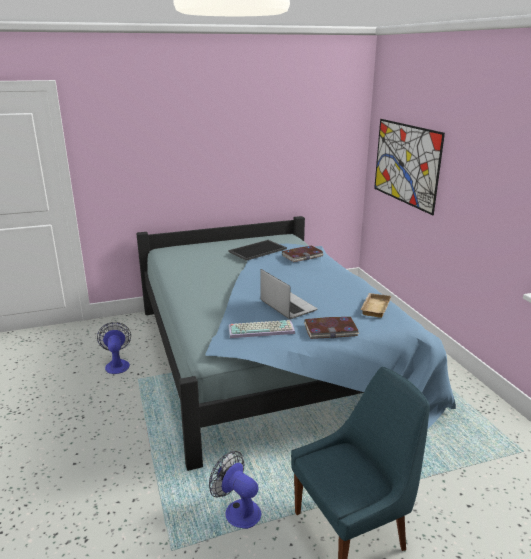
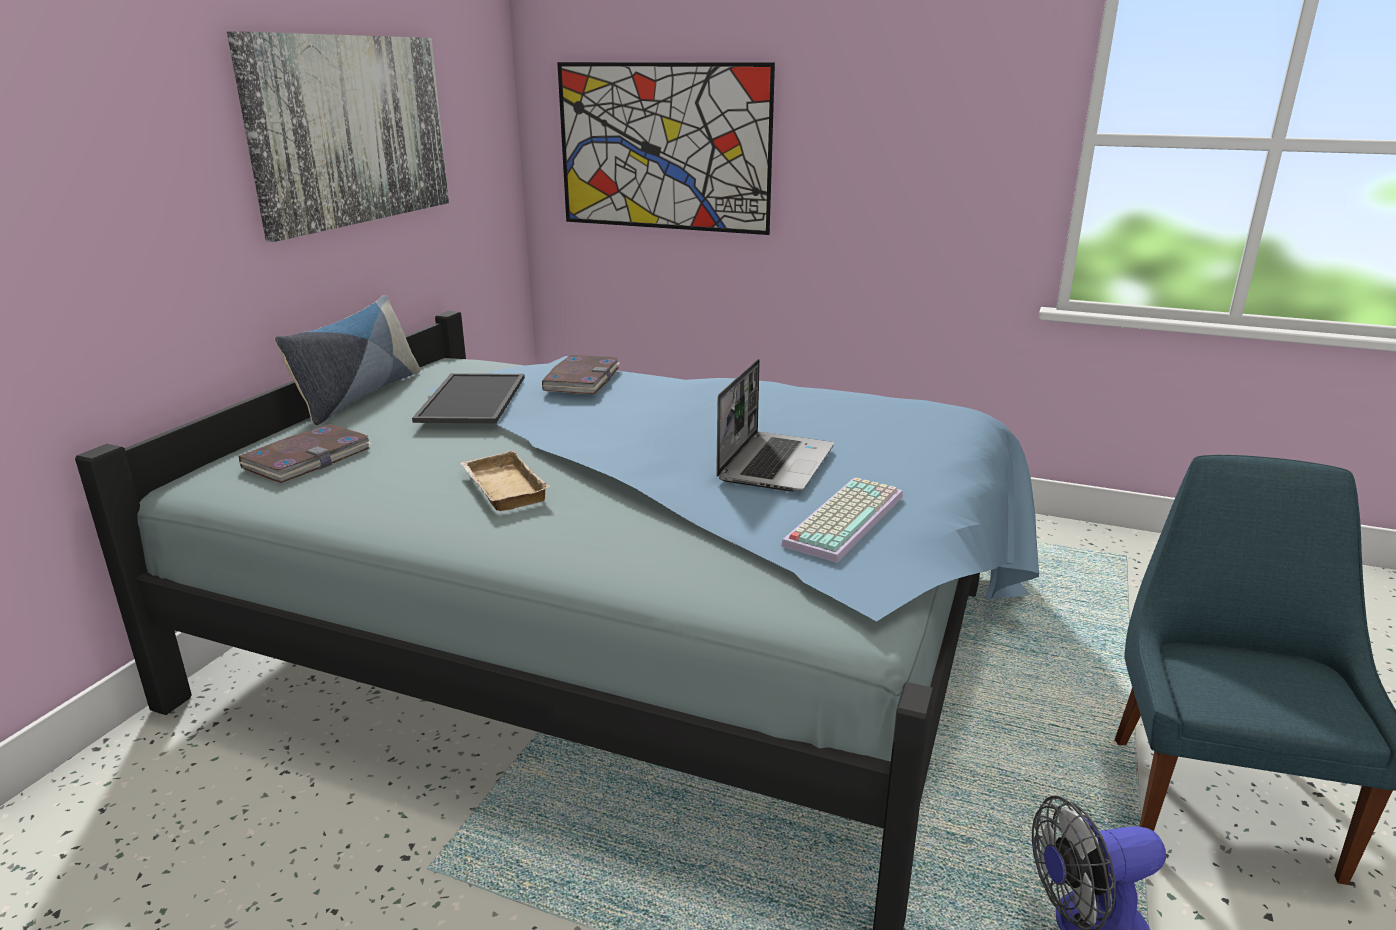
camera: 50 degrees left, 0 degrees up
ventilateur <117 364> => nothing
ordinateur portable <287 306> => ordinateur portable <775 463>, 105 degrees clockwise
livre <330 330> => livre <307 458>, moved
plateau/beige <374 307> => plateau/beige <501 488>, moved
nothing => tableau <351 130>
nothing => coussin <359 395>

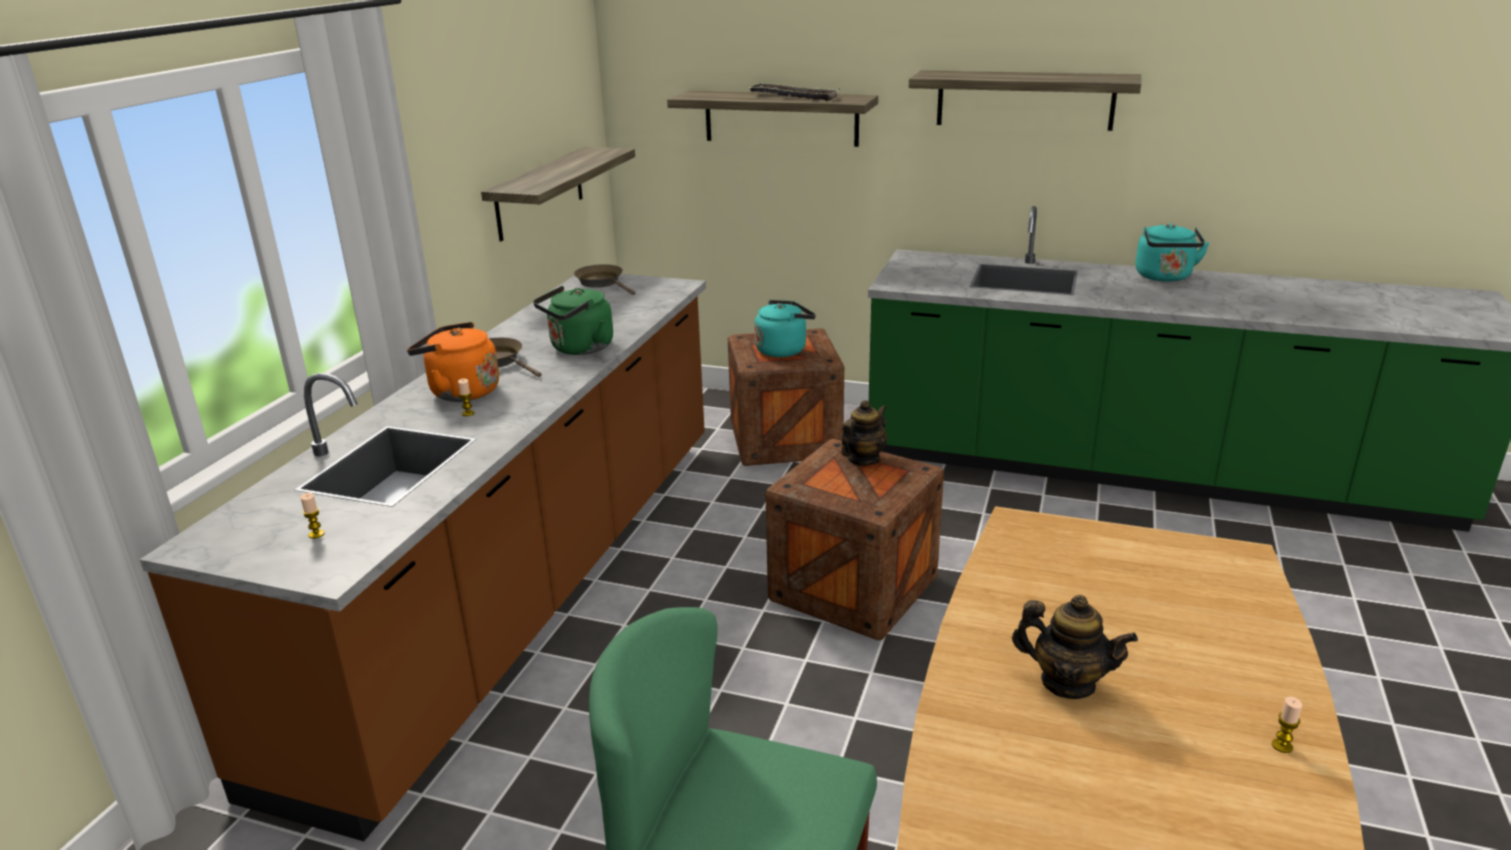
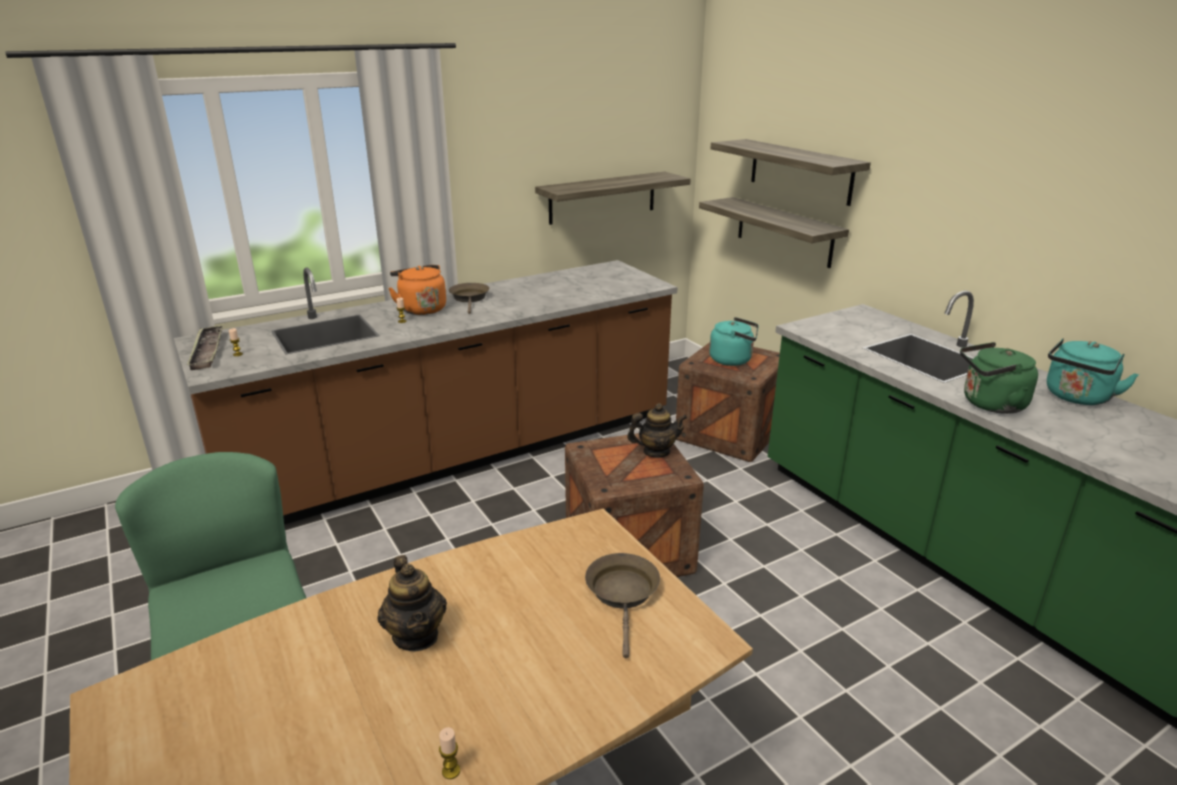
camera: 40 degrees right, 0 degrees up
bouilloire/vert <579 349> => bouilloire/vert <990 404>, moved
poêle/marron <602 283> => poêle/marron <623 594>, moved
plateau <793 96> => plateau <207 351>, moved
étagère <1024 100> => étagère <784 231>, moved

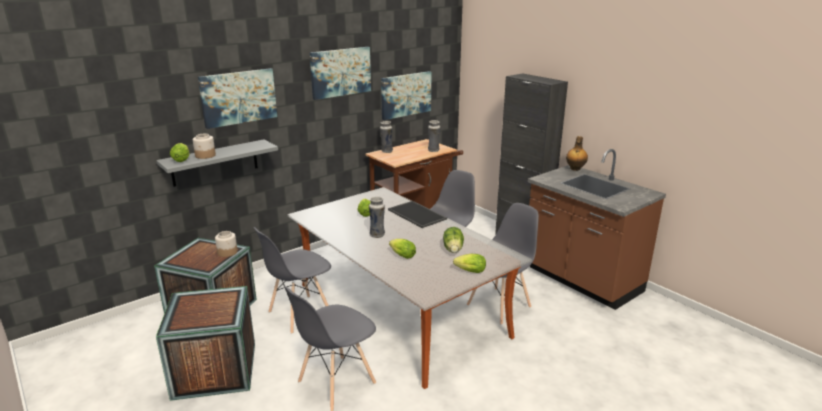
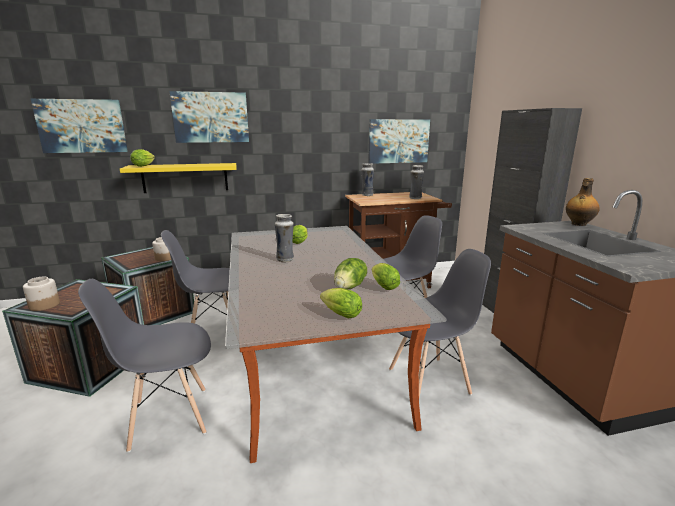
camera: 25 degrees right, 5 degrees down
étagère/gris <215 163> => étagère/jaune <185 177>
bocal <205 155> => bocal <44 305>, moved
tableau <340 72> => tableau <82 126>, moved
plateau <418 214> => nothing
laitue <401 255> => laitue <382 286>, moved

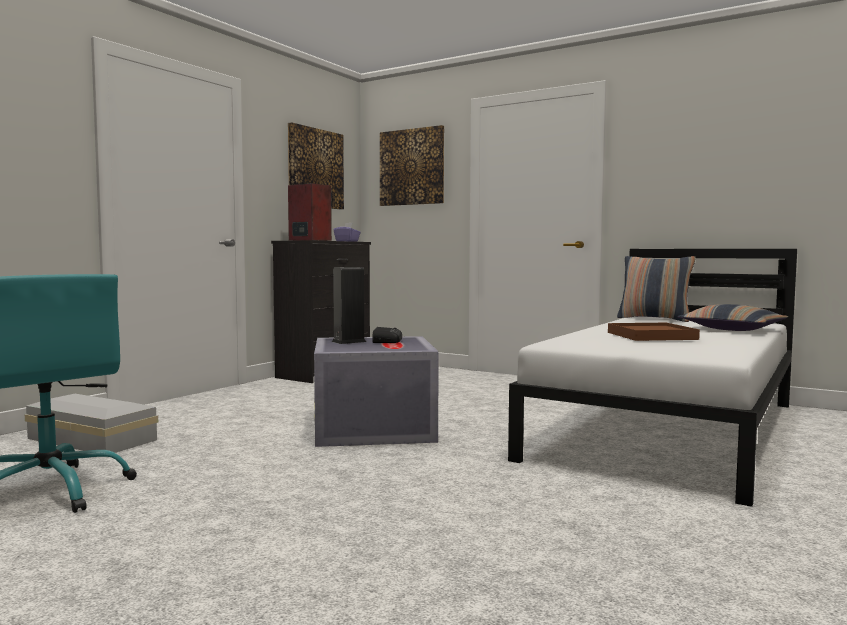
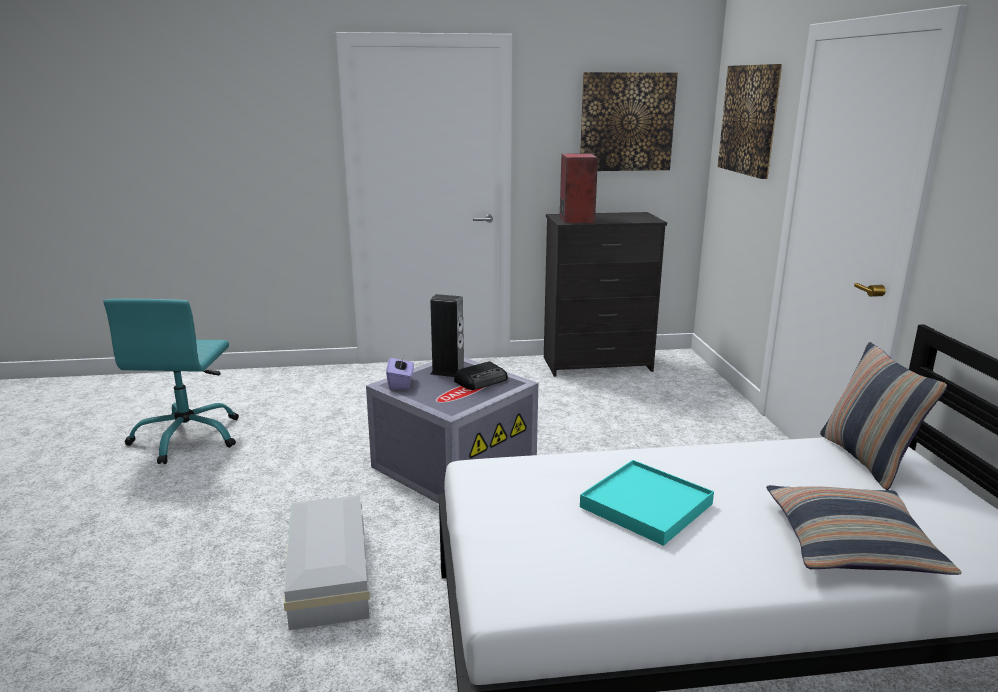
camera: 50 degrees right, 15 degrees up
boîte de rangement/blanc <92 438> => boîte de rangement/blanc <331 572>, moved
boîte à mouchoirs/violet <347 241> => boîte à mouchoirs/violet <401 383>, moved
plateau/marron <651 336> => plateau/turquoise <646 505>

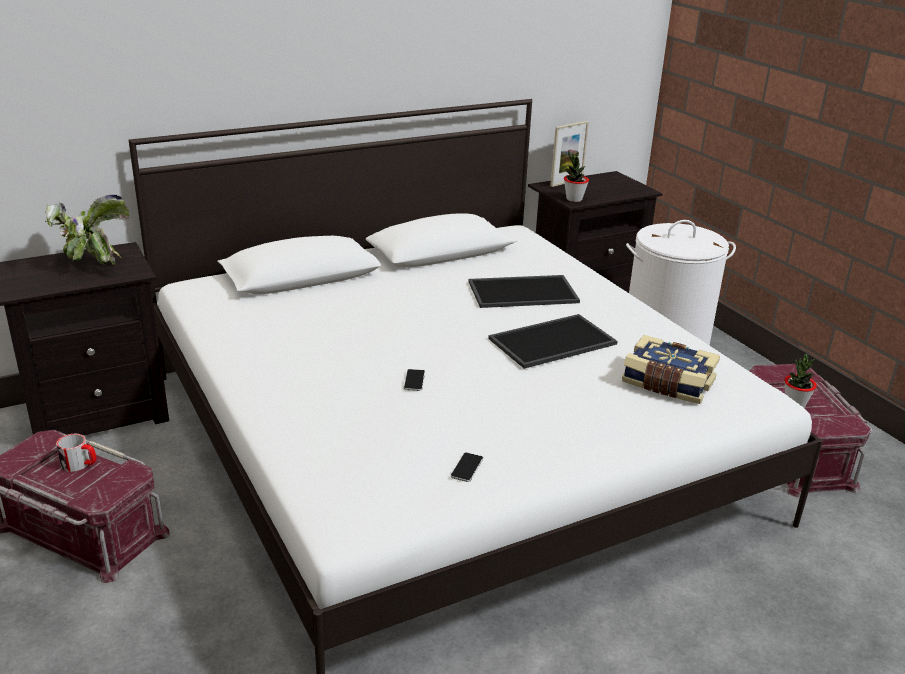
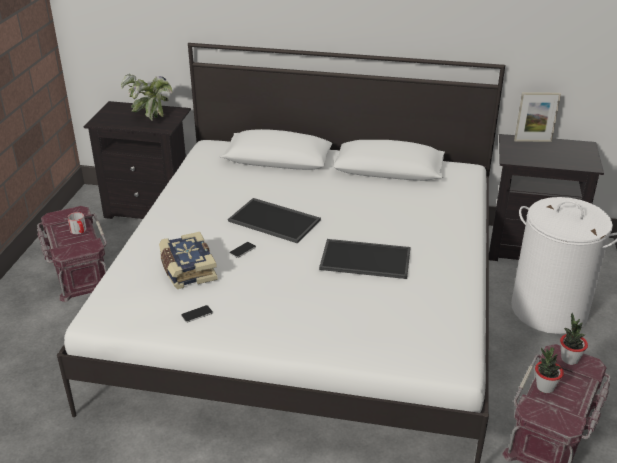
camera: 40 degrees right, 5 degrees up
plateau <523 291> => plateau <275 220>, moved
plante en pot <574 199> => plante en pot <569 359>, moved
livre <667 384> => livre <187 269>, moved

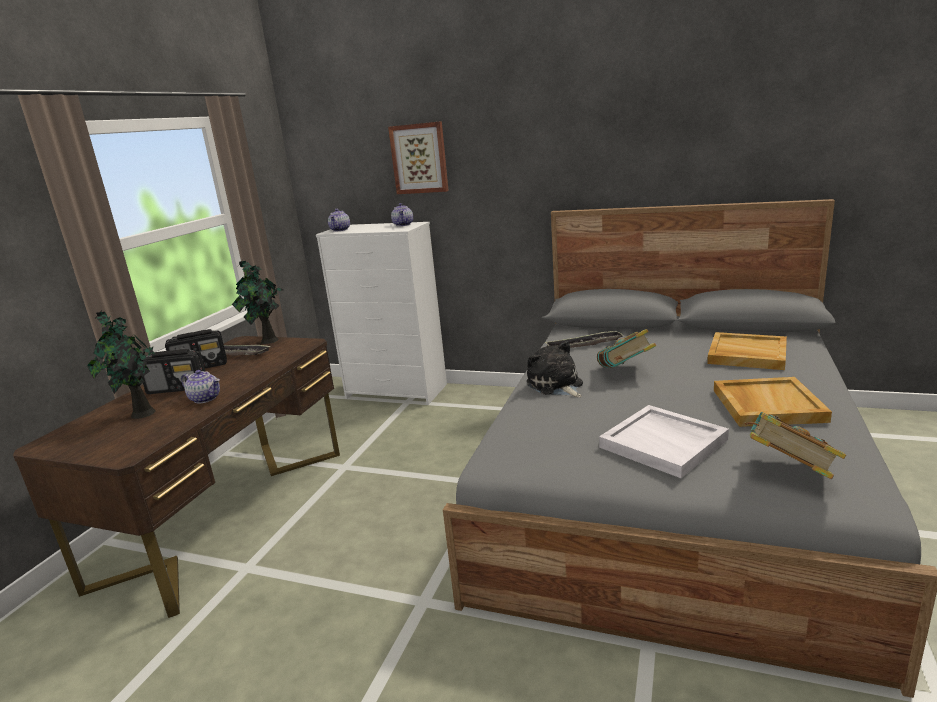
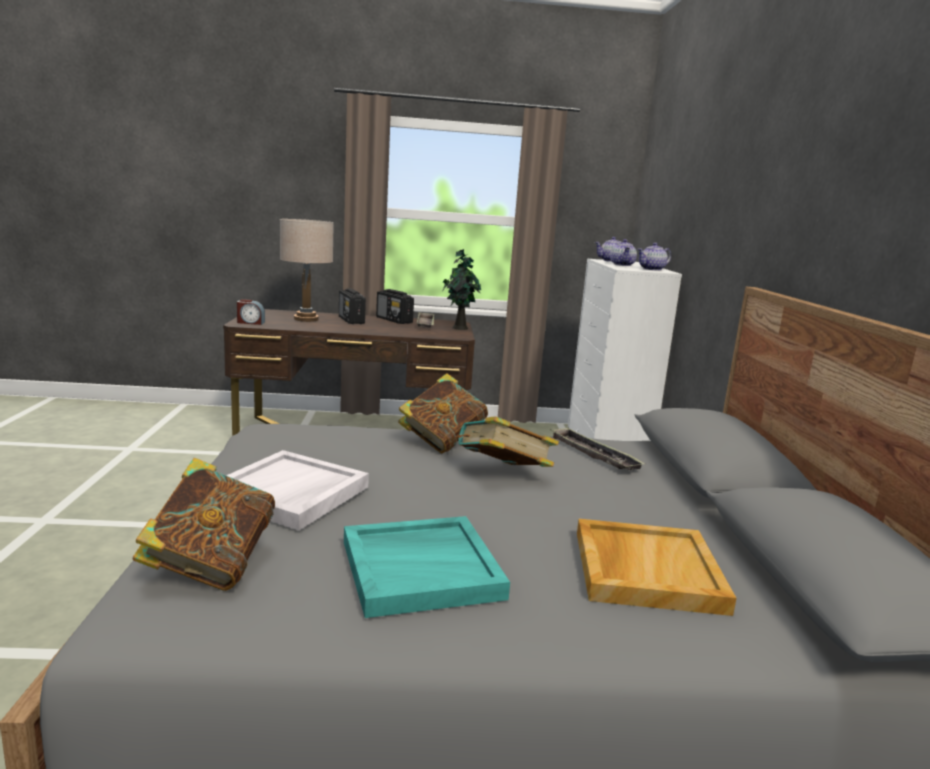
camera: 65 degrees right, 5 degrees down
plante en pot <140 414> => lampe de table/beige <306 319>
théière <206 398> => théière <622 265>, moved
tableau <419 158> => nothing
peluche <556 385> => livre <442 442>
plateau/beige <766 405> => plateau/turquoise <422 568>
nothing => réveil <250 322>

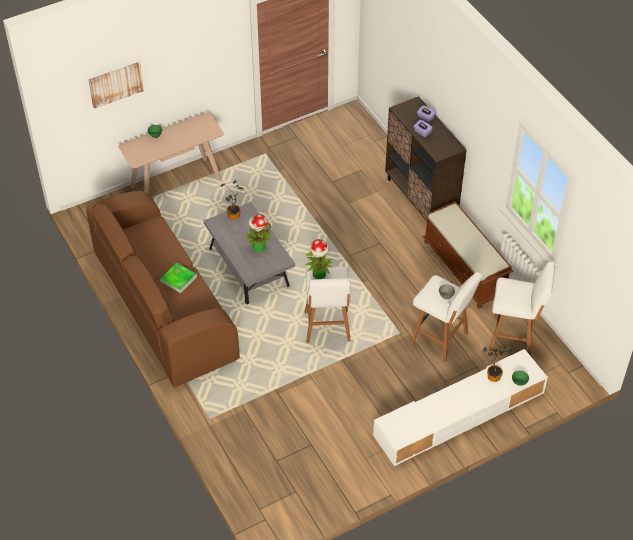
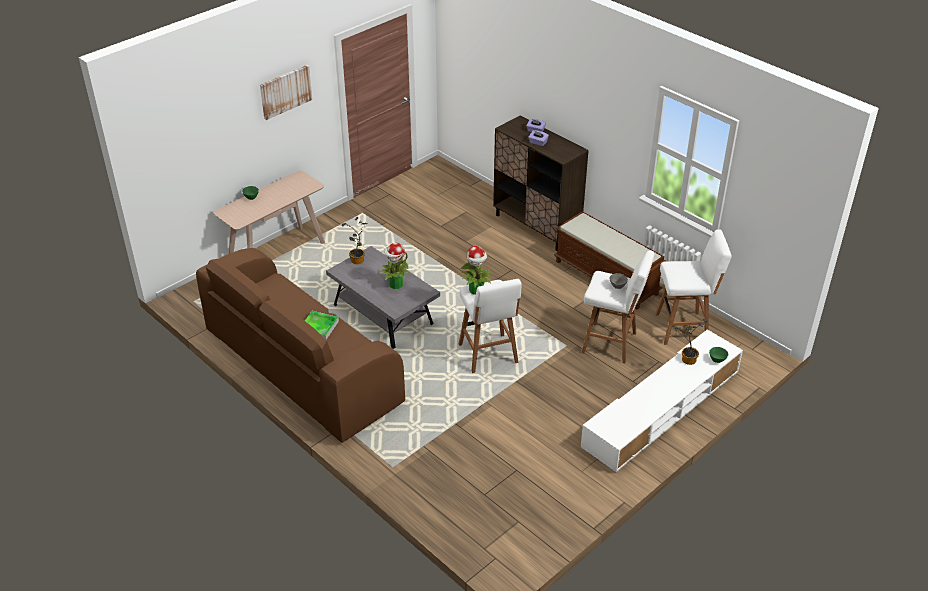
camera: 15 degrees left, 10 degrees down
tableau <116 84> => tableau <285 91>, moved

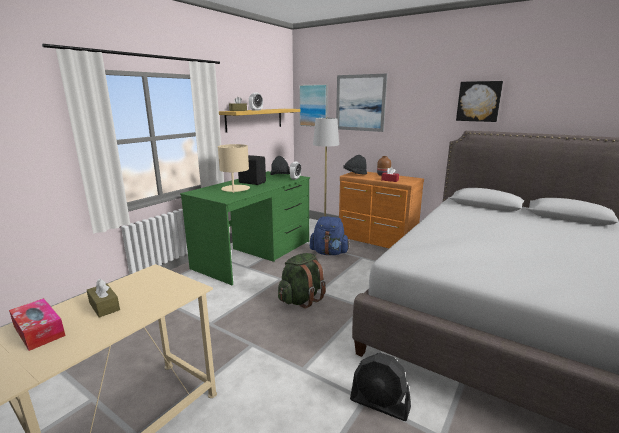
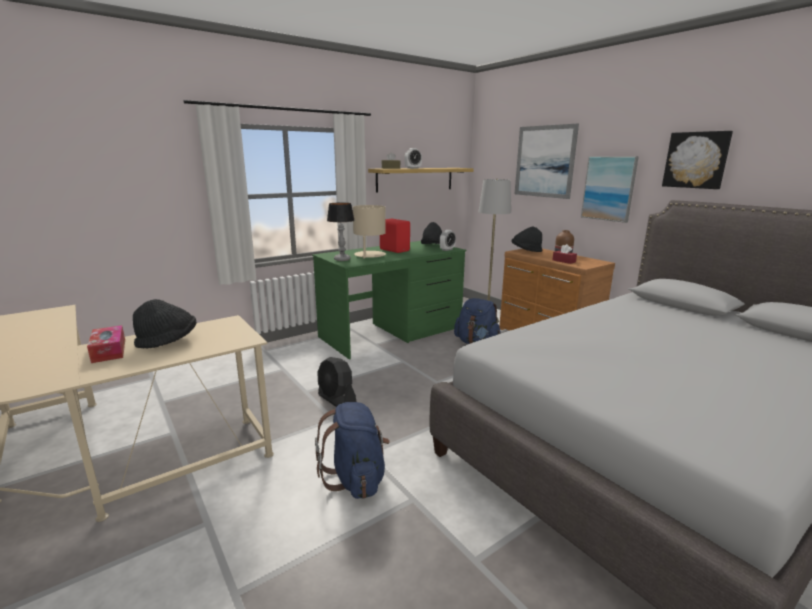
camera: 20 degrees right, 0 degrees up
boîte à mouchoirs/marron <104 306> => chapeau/noir <168 341>
enceinte/noir <252 182> => enceinte/rouge <395 250>
sac à dos/vert <301 299> => nothing
tableau <314 105> => tableau <609 188>, moved
ventilateur/noir <380 404> => ventilateur/noir <337 400>, moved
nothing => sac à dos/bleu <356 478>
nothing => lampe de table <342 259>

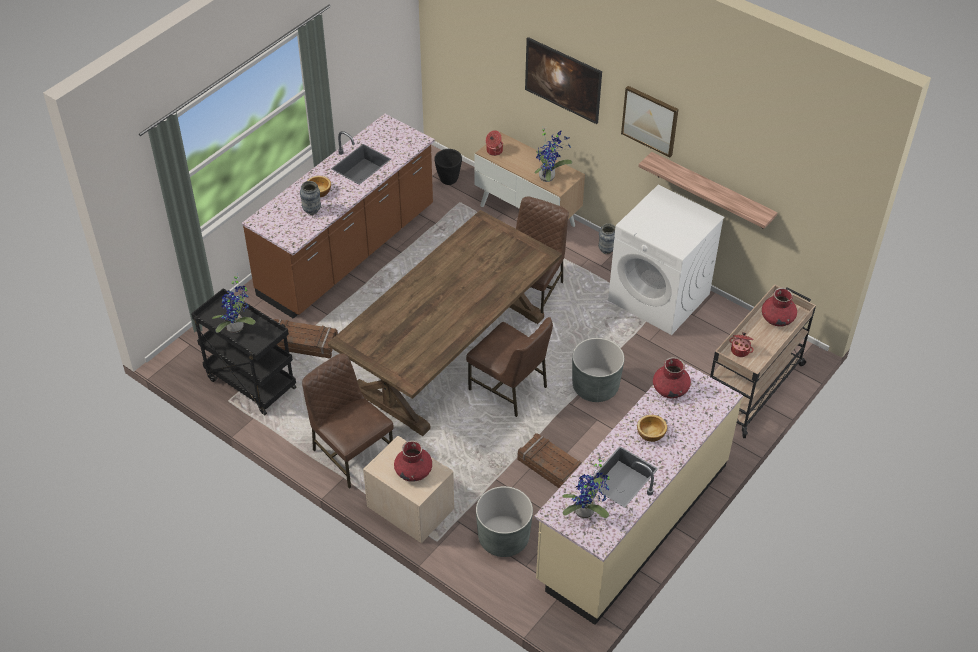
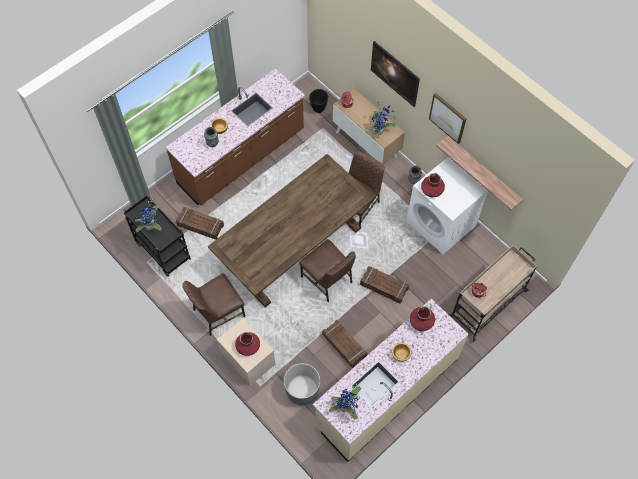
camera: 10 degrees right, 15 degrees up
chaise/marron <351 453> => chaise/marron <218 313>, 90 degrees counterclockwise
cache-pot/gris <595 387> => caisse <384 287>
vase/rouge <777 318> => vase/rouge <431 190>, moved

